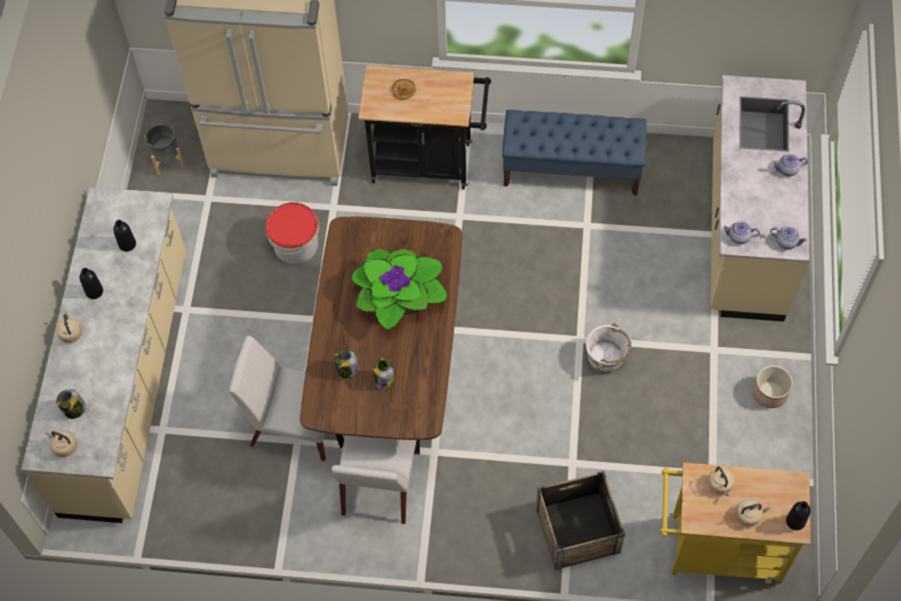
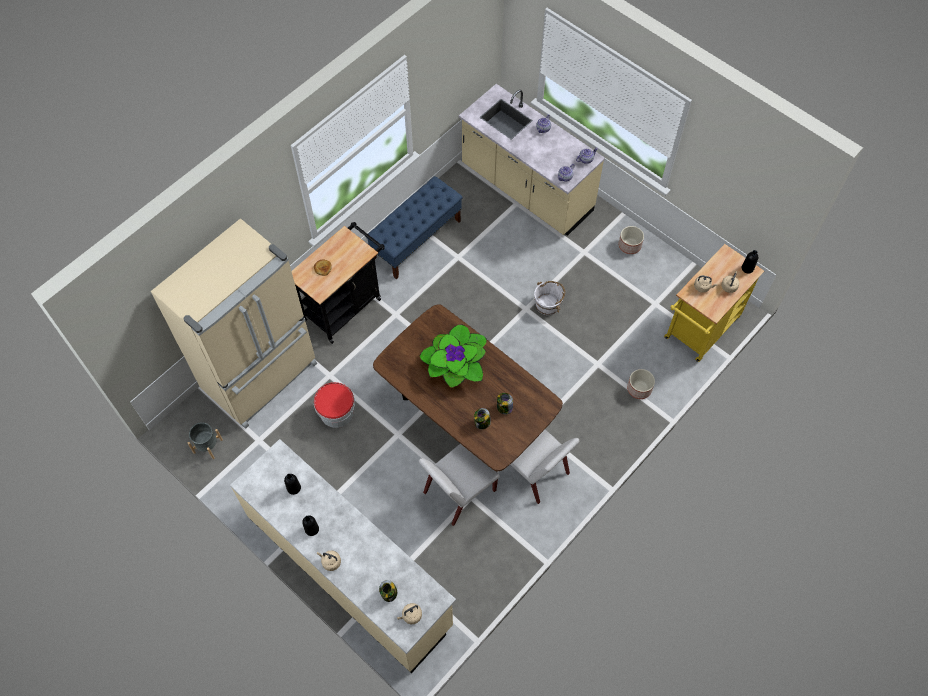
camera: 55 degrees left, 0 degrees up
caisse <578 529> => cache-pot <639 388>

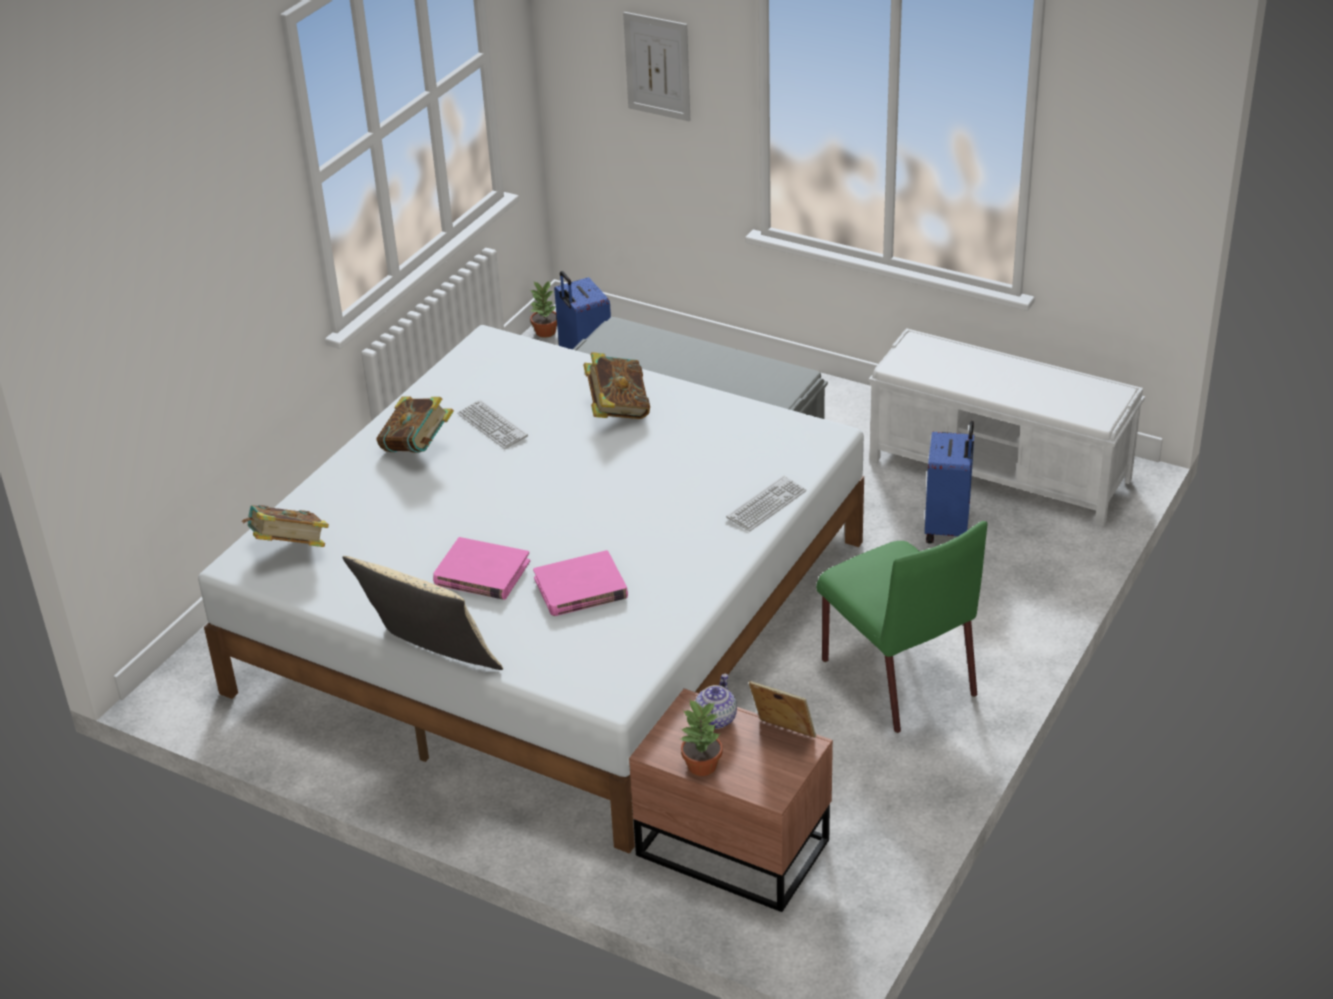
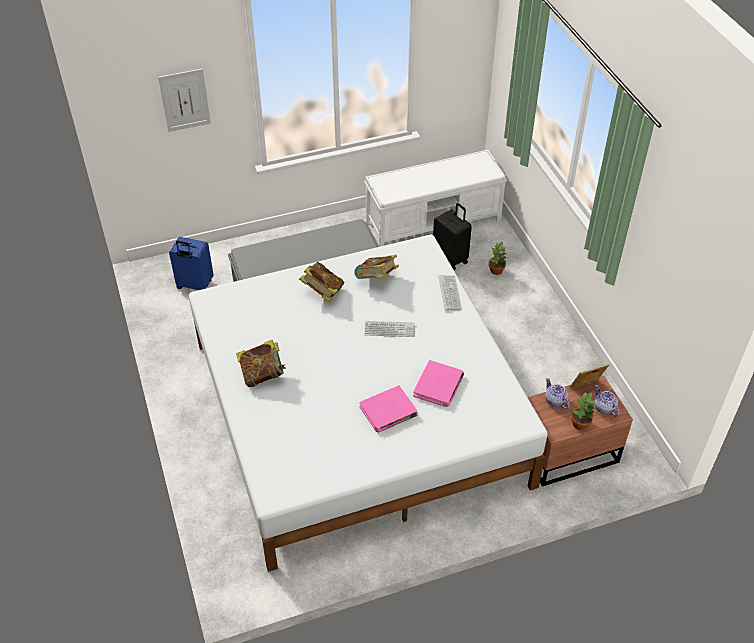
camera: 50 degrees left, 10 degrees up
livre <289 549> => livre <376 279>, moved
coussin/beige <430 662> => nothing
clavier <492 426> => clavier <389 329>, moved
plante en pot <546 332> => plante en pot <496 270>, moved
chaise/vert <896 676> => nothing
valise/bleu <948 528> => valise/noir <451 259>
nothing => théière <604 408>

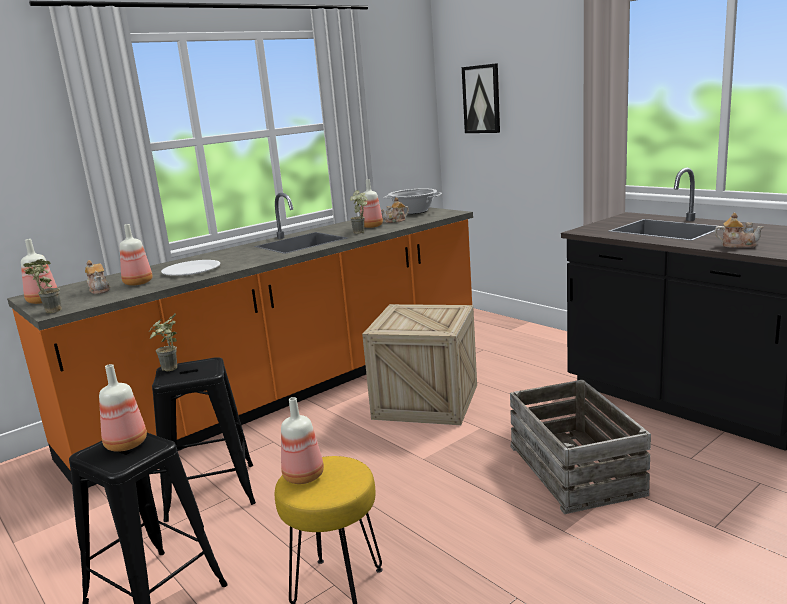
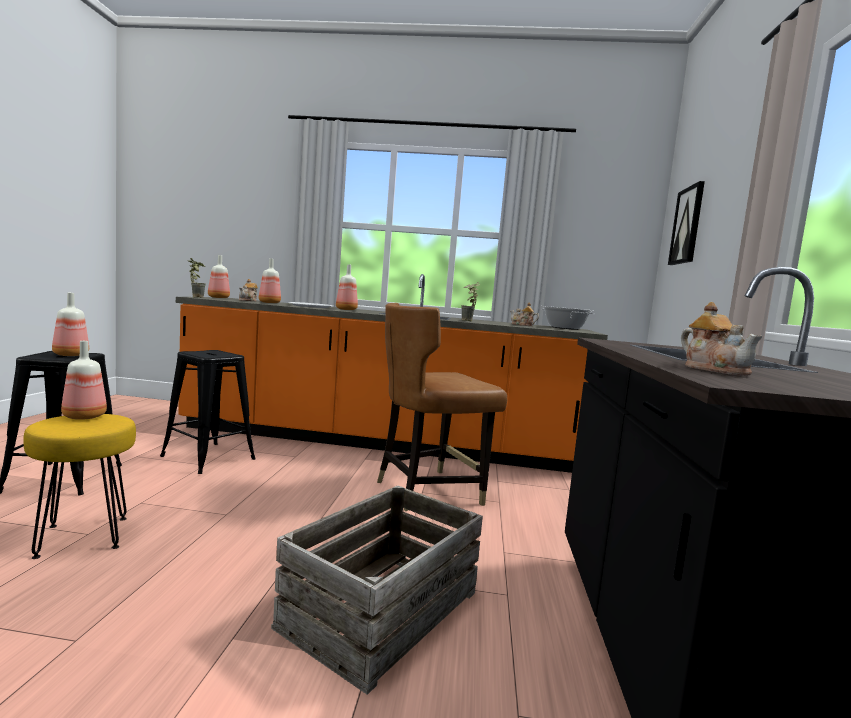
camera: 45 degrees right, 10 degrees down
plante en pot <169 370> => nothing
bouteille <371 226> => bouteille <346 309>, moved
caisse <426 401> => chaise/marron <427 491>

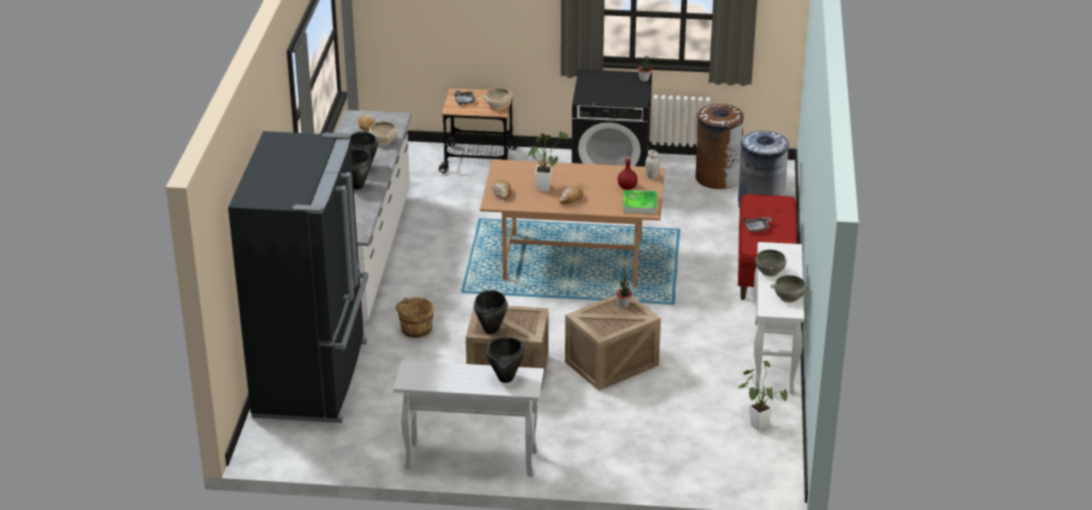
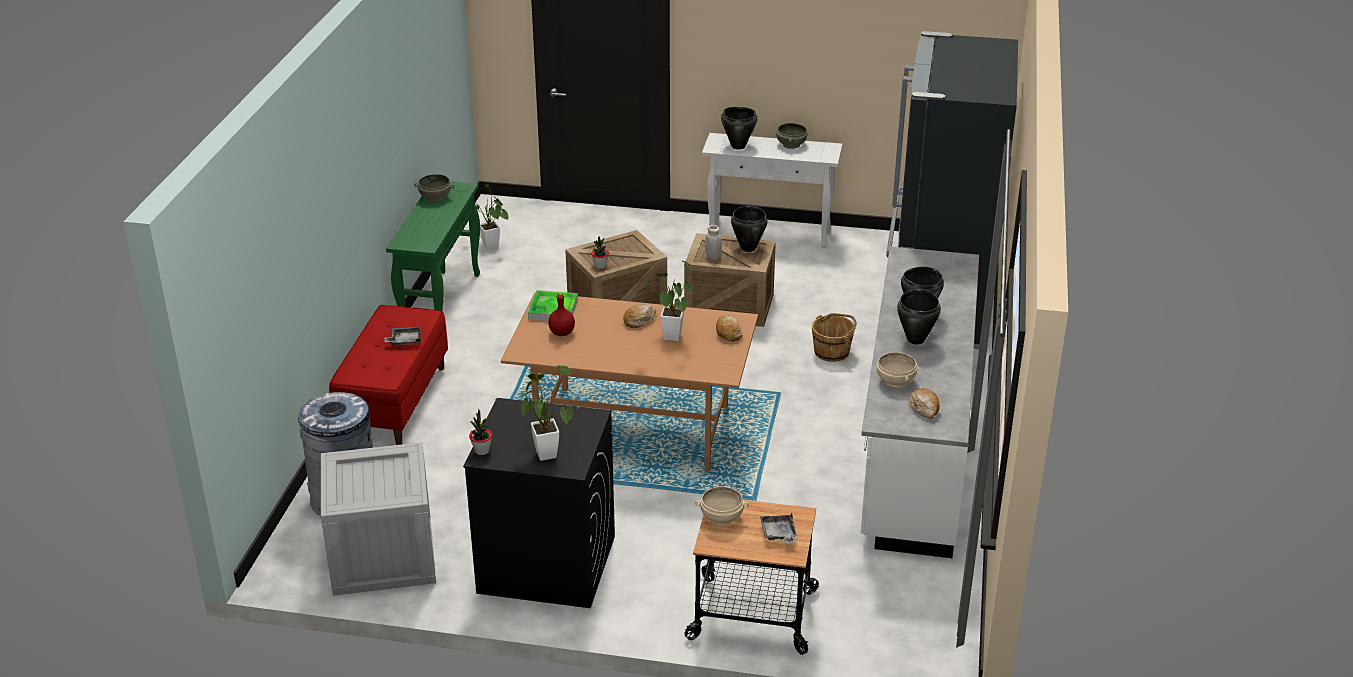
camera: 175 degrees left, 0 degrees up
bocal/blanc <652 177> => bocal/blanc <713 256>, moved
poubelle/marron <717 178> => caisse <381 555>
table console/blanc <774 358> => table console/vert <441 304>
bol/gris <770 271> => bol/gris <790 145>, moved
nothing => plante en pot <545 451>

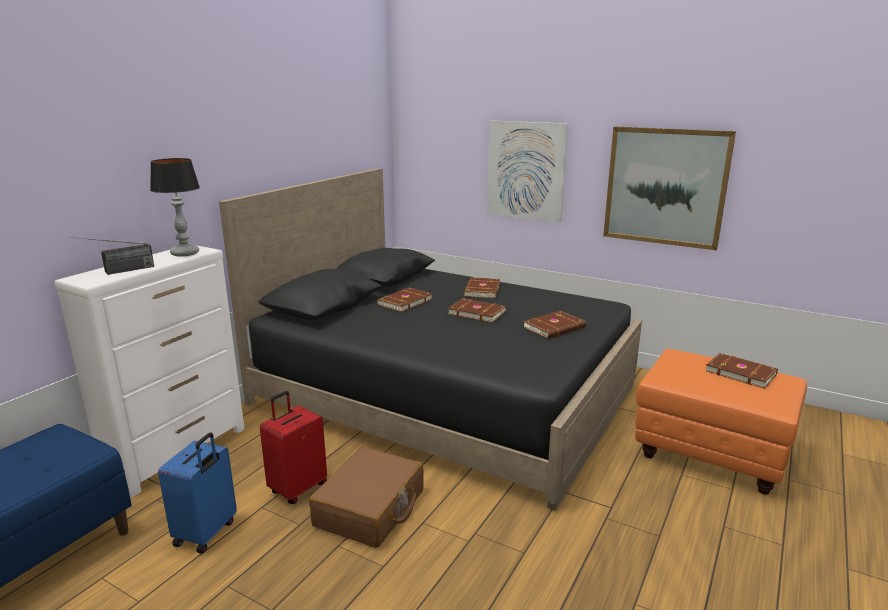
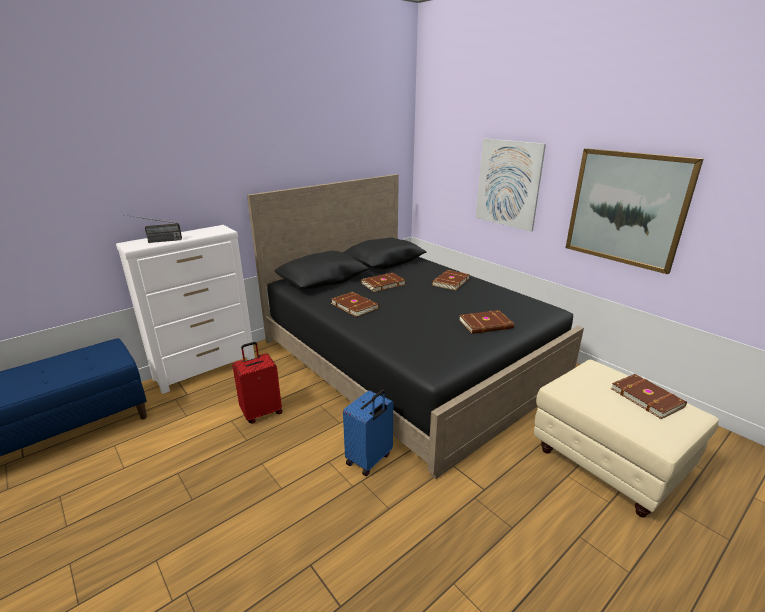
camera: 20 degrees right, 5 degrees up
lampe de table <185 253> => nothing
valise/bleu <206 533> => valise/bleu <369 459>, moved
valise/marron <370 508> => nothing
livre/marron <477 312> => livre/marron <355 305>, moved
pouf/orange <711 453> => pouf/beige <608 463>

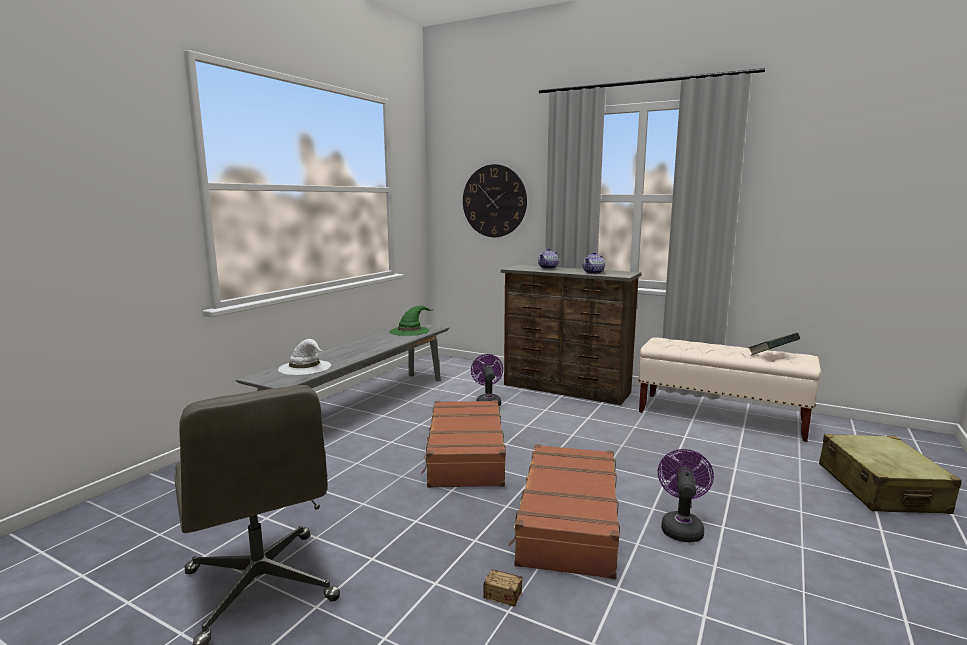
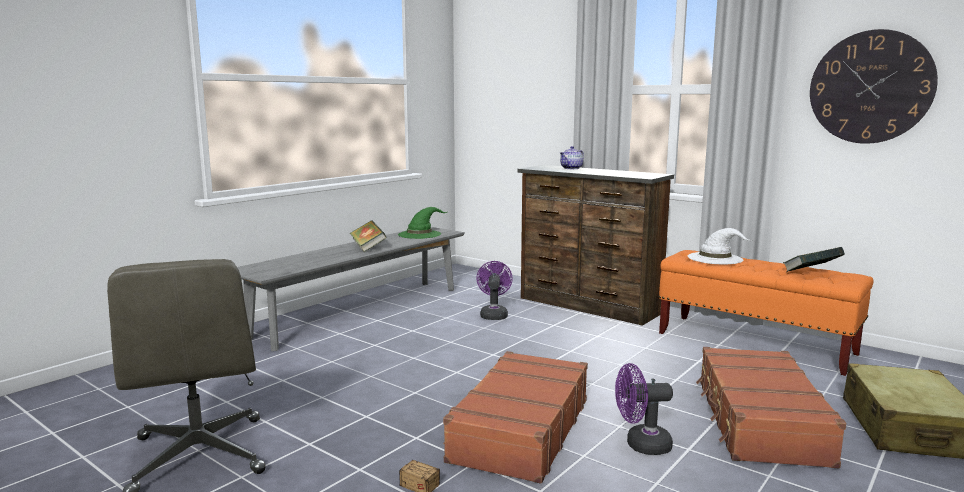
camera: 10 degrees right, 0 degrees up
chapeau/blanc <305 367> => chapeau/blanc <716 258>, moved
valise/marron <465 455> => valise/marron <759 421>, moved
horloge murale <494 201> => horloge murale <870 87>, moved
théière <593 273> => nothing
banc/beige <721 417> => banc/orange <755 344>
ventilateur/violet <681 527> => ventilateur/violet <641 445>, 120 degrees counterclockwise
nothing => livre <368 248>

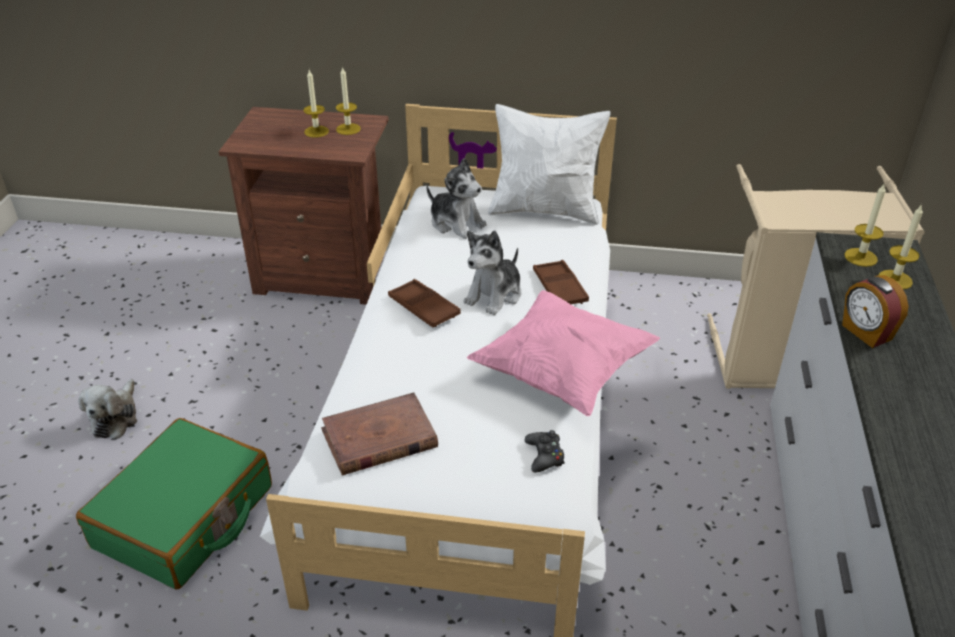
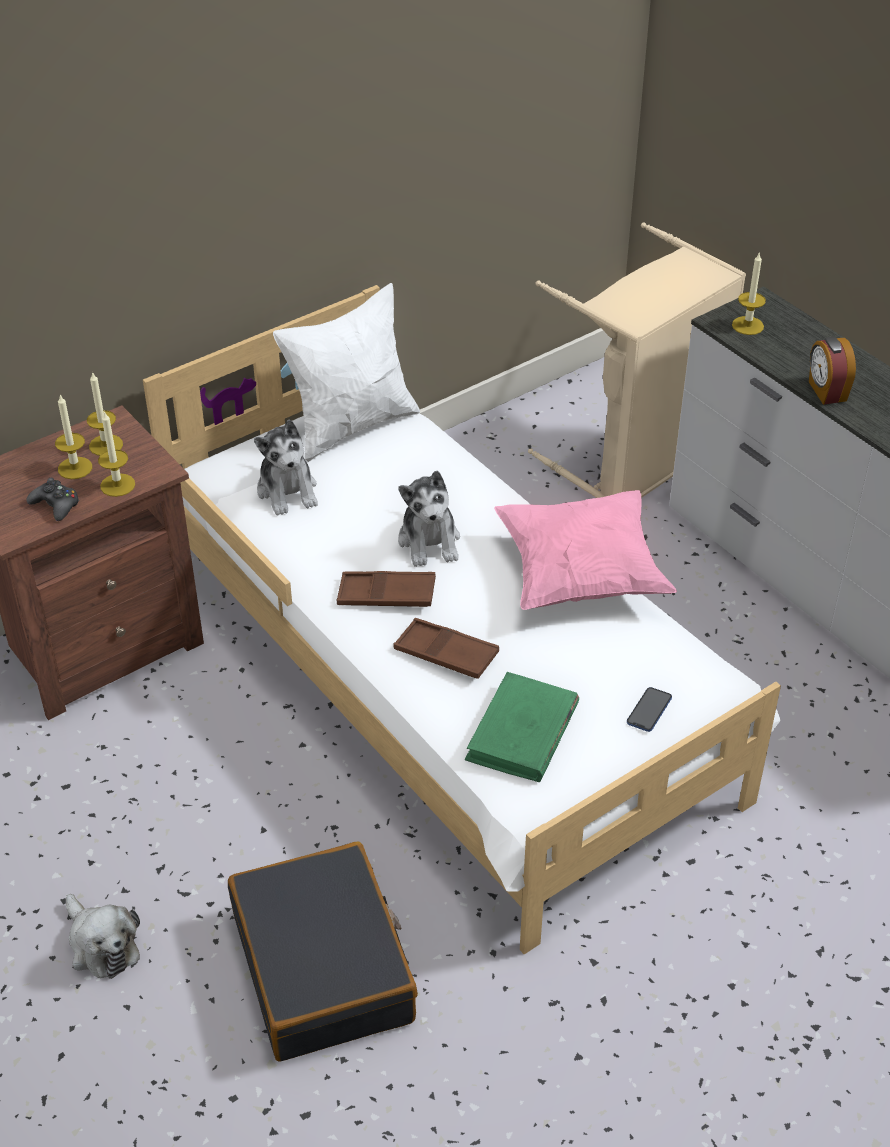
camera: 45 degrees left, 5 degrees up
valise/vert <185 517> => valise/noir <324 967>
livre/marron <379 439> => livre/vert <522 732>
peluche <456 223> => peluche <288 490>, 75 degrees clockwise
manette/noir <544 456> => manette/noir <56 505>, moved
plateau/marron <559 288> => plateau/marron <446 654>, moved
réveil <865 333> => réveil <826 391>, 60 degrees clockwise
bougie <895 279> => bougie <117 485>, moved
nothing => téléphone <649 710>

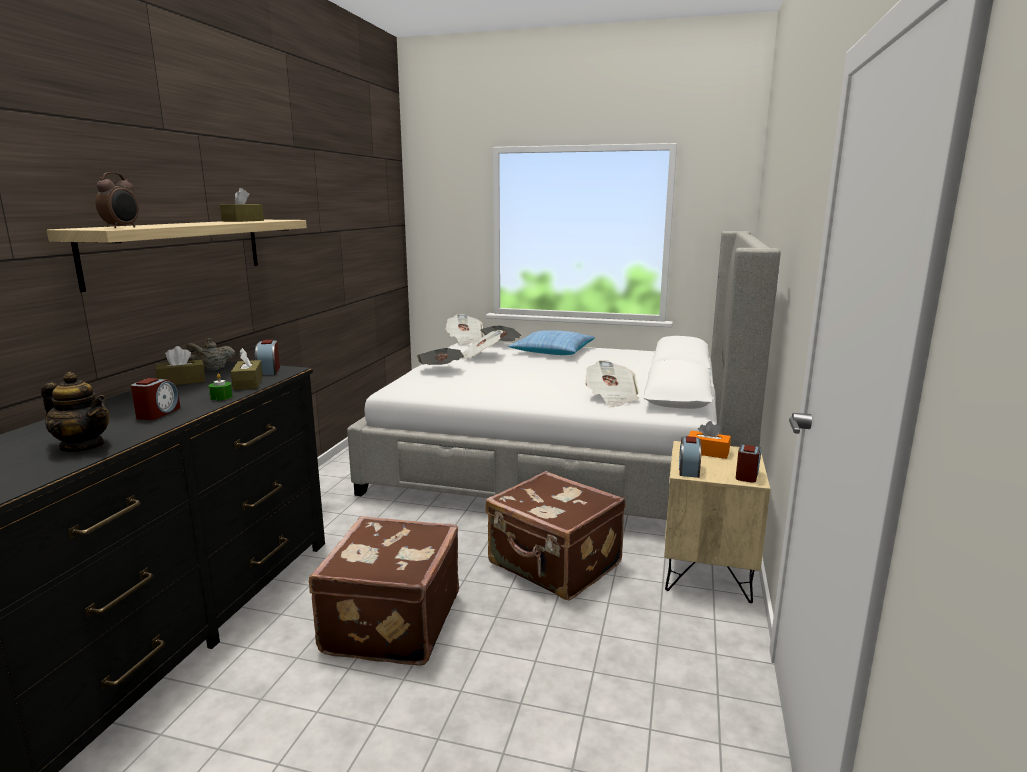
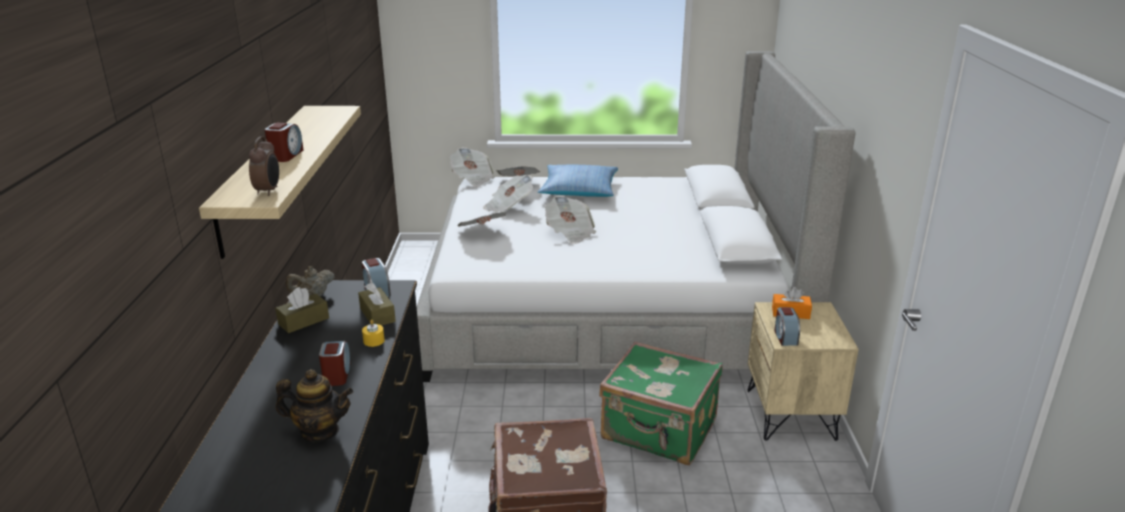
camera: 15 degrees left, 10 degrees up
bougie/vert <221 397> => bougie/jaune <374 341>
boîte à mouchoirs/marron <243 221> => nothing
valise/marron <554 565> => valise/vert <659 431>
journal <611 398> => journal <570 232>, moved
réveil <747 475> => réveil <286 155>, moved

